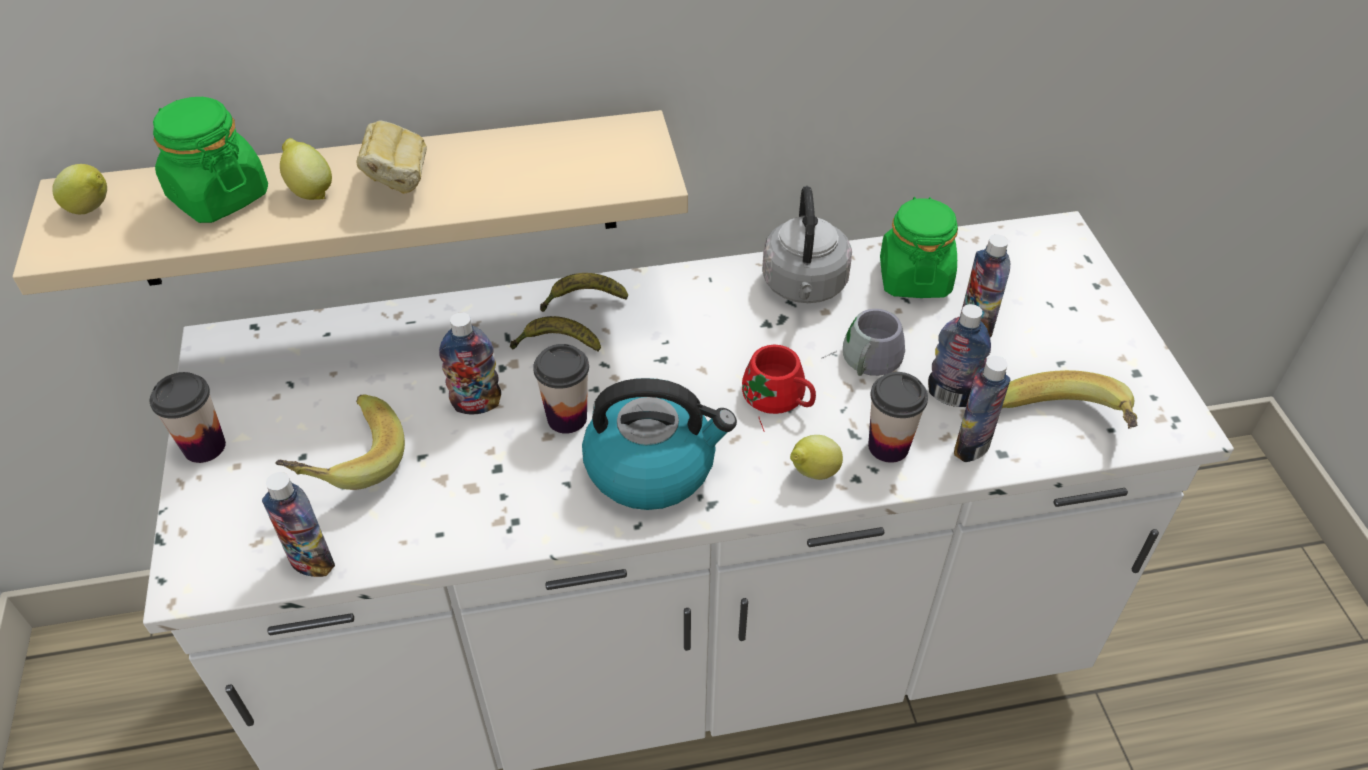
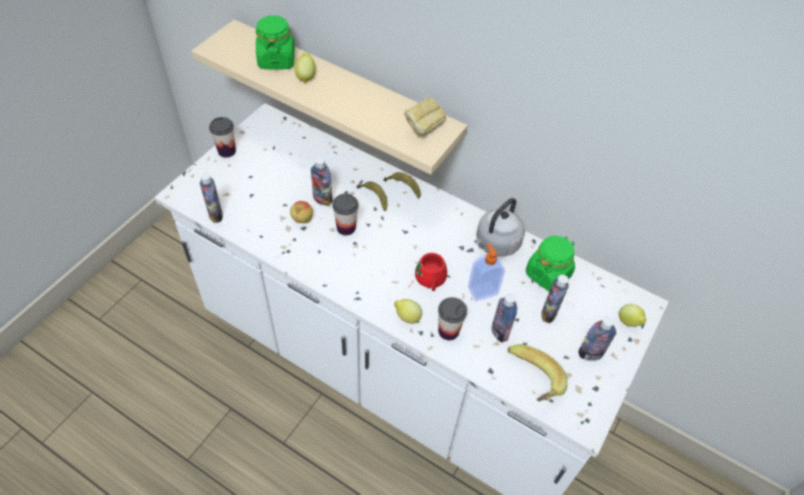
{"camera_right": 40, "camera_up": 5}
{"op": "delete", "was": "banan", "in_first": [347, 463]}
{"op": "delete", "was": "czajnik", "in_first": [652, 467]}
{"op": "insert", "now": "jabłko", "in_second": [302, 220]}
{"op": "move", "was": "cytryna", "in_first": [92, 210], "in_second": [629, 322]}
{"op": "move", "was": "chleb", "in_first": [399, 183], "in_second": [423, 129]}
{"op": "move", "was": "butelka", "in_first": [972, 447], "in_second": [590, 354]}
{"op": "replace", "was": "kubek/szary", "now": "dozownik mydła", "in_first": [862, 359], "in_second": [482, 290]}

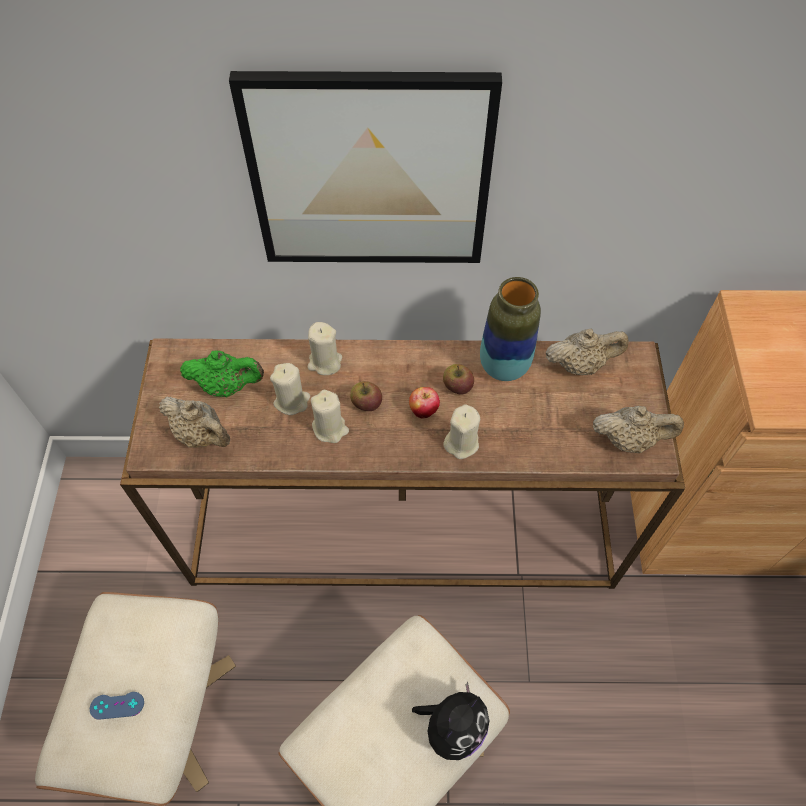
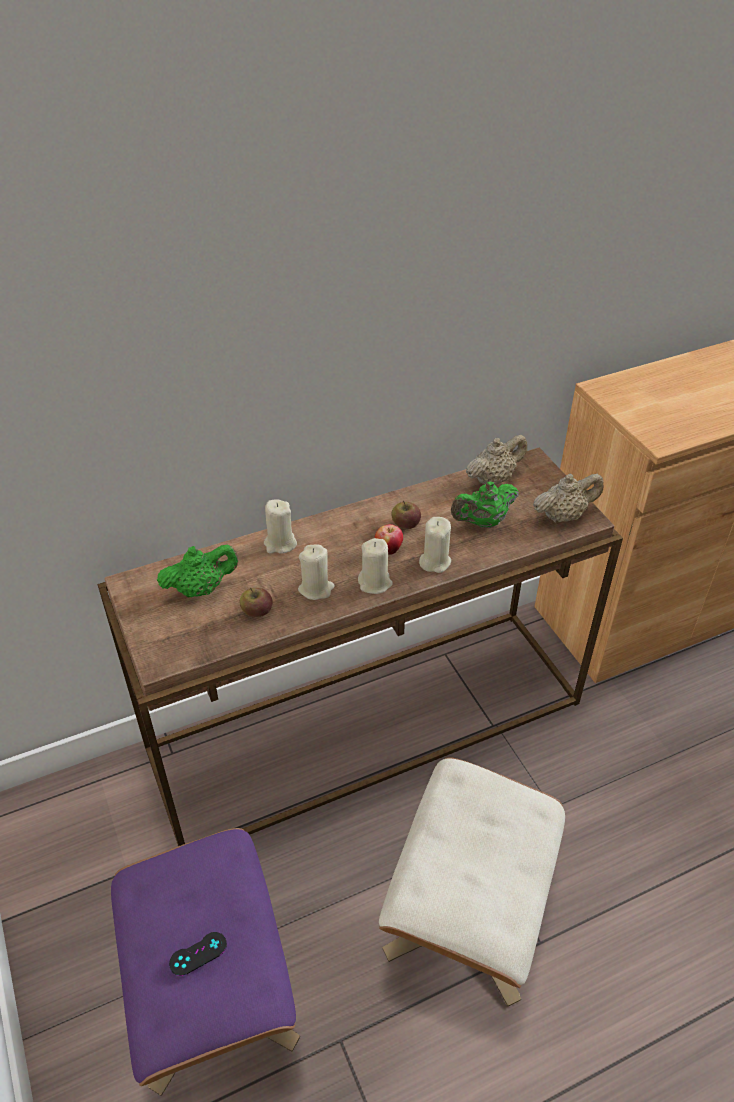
{"camera_right": -25, "camera_up": -15}
{"op": "delete", "was": "imbryk/beżowy", "in_first": [202, 435]}
{"op": "delete", "was": "obraz", "in_first": [370, 174]}
{"op": "delete", "was": "pluszak", "in_first": [453, 728]}
{"op": "delete", "was": "wazon", "in_first": [504, 366]}
{"op": "insert", "now": "imbryk/zielony", "in_second": [483, 522]}
{"op": "move", "was": "świeca/beżowy", "in_first": [292, 401], "in_second": [375, 583]}
{"op": "move", "was": "jabłko", "in_first": [366, 403], "in_second": [257, 612]}
{"op": "recolor", "was": "pufa/beżowy", "now": "pufa/fioletowy", "in_first": [161, 714], "in_second": [214, 996]}
{"op": "recolor", "was": "pad do gier/niebieski", "now": "pad do gier/czarny", "in_first": [117, 705], "in_second": [198, 954]}

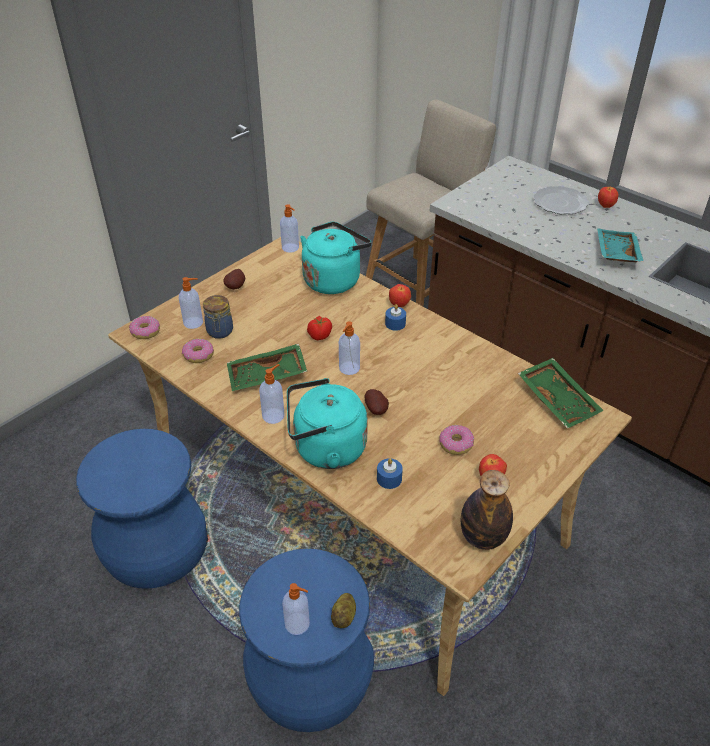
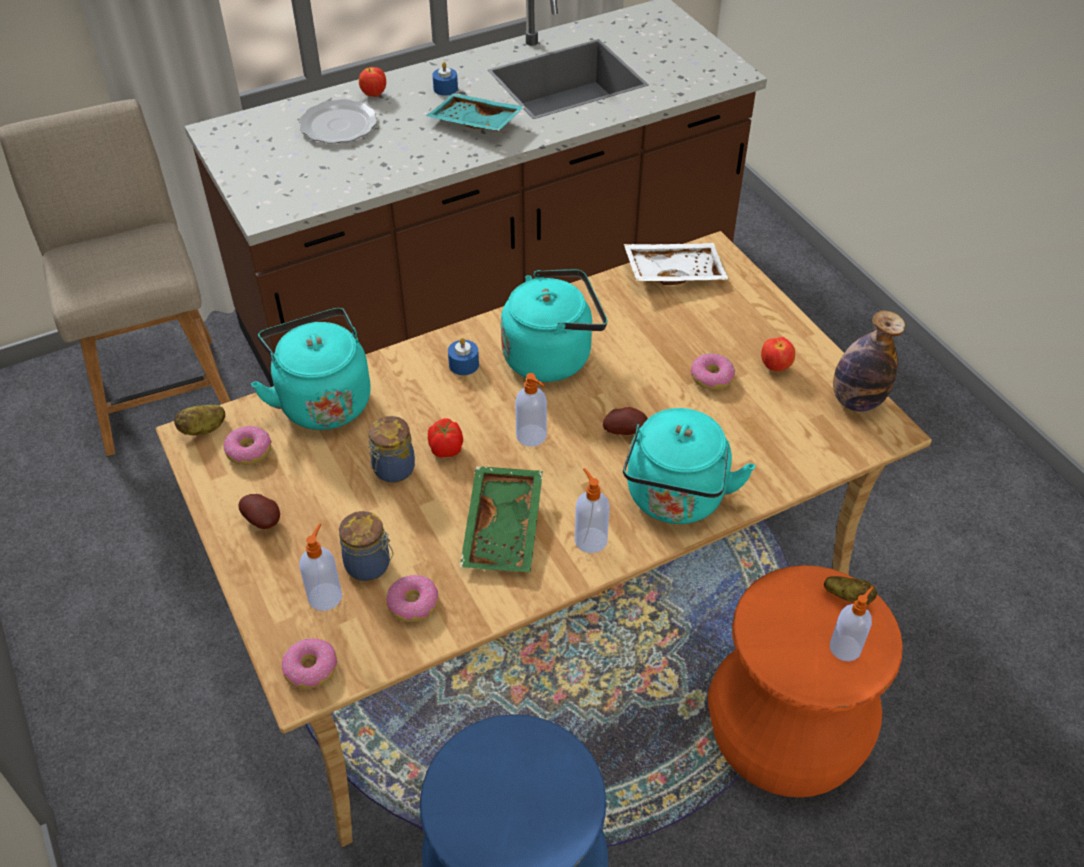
{"camera_right": -70, "camera_up": 5}
{"op": "delete", "was": "jabłko", "in_first": [399, 305]}
{"op": "insert", "now": "donut", "in_second": [249, 451]}
{"op": "insert", "now": "słoik", "in_second": [392, 470]}
{"op": "insert", "now": "czajnik/turkusowy", "in_second": [552, 356]}
{"op": "move", "was": "świeca/niebieski", "in_first": [389, 479], "in_second": [445, 88]}
{"op": "replace", "was": "dozownik mydła", "now": "ziemniak", "in_first": [290, 248], "in_second": [203, 429]}
{"op": "recolor", "was": "stołek/niebieski", "now": "stołek/pomarańczowy", "in_first": [308, 676], "in_second": [787, 731]}
{"op": "recolor", "was": "taca/zielony", "now": "taca/biały", "in_first": [559, 399], "in_second": [674, 271]}

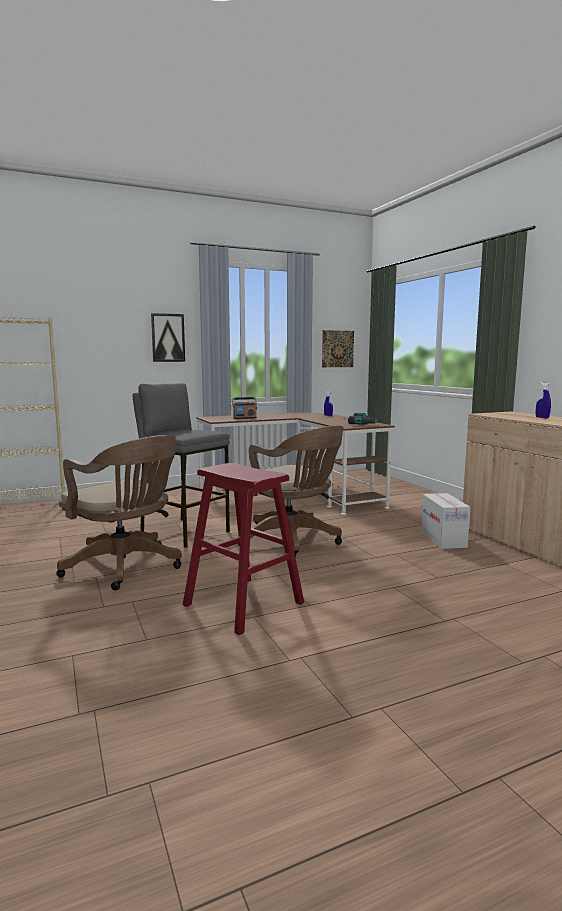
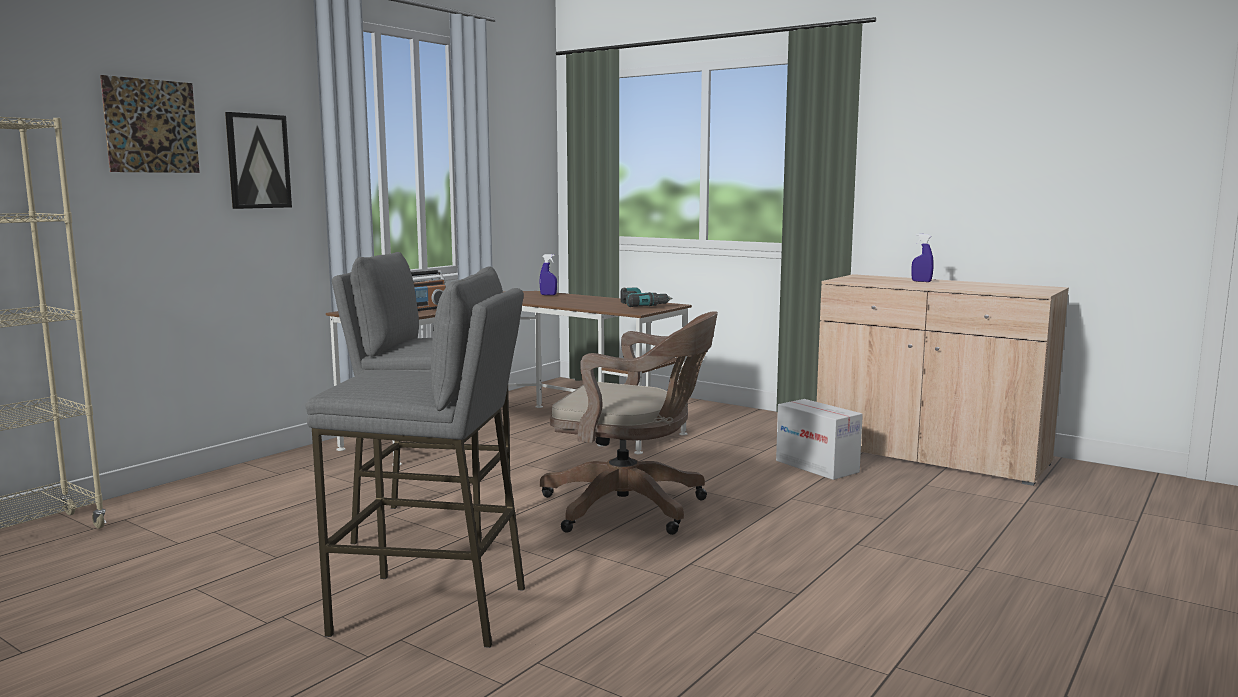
{"camera_right": -30, "camera_up": 0}
{"op": "delete", "was": "stołek/czerwony", "in_first": [243, 604]}
{"op": "move", "was": "obraz", "in_first": [337, 349], "in_second": [151, 126]}
{"op": "replace", "was": "krzesło biurowe/brązowy", "now": "stołek/szary", "in_first": [126, 567], "in_second": [431, 610]}

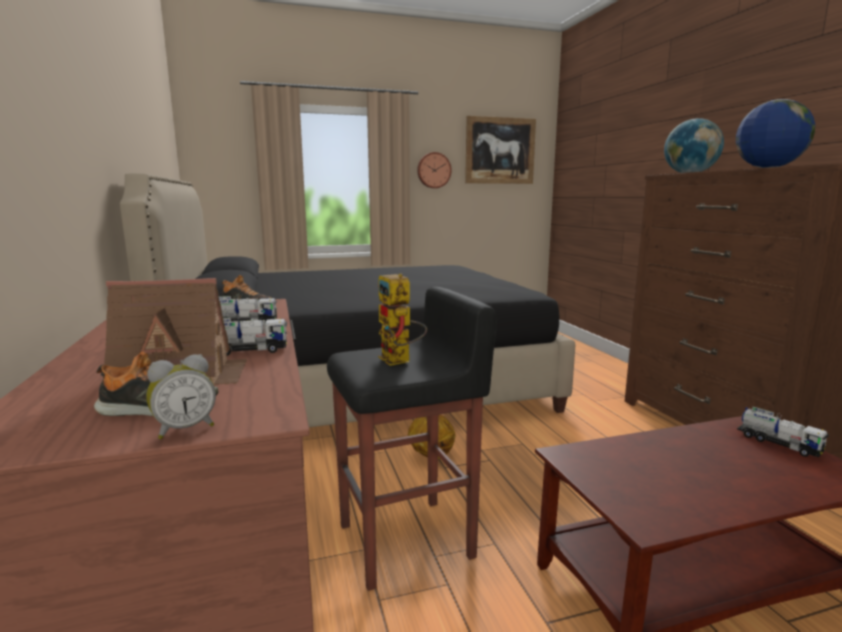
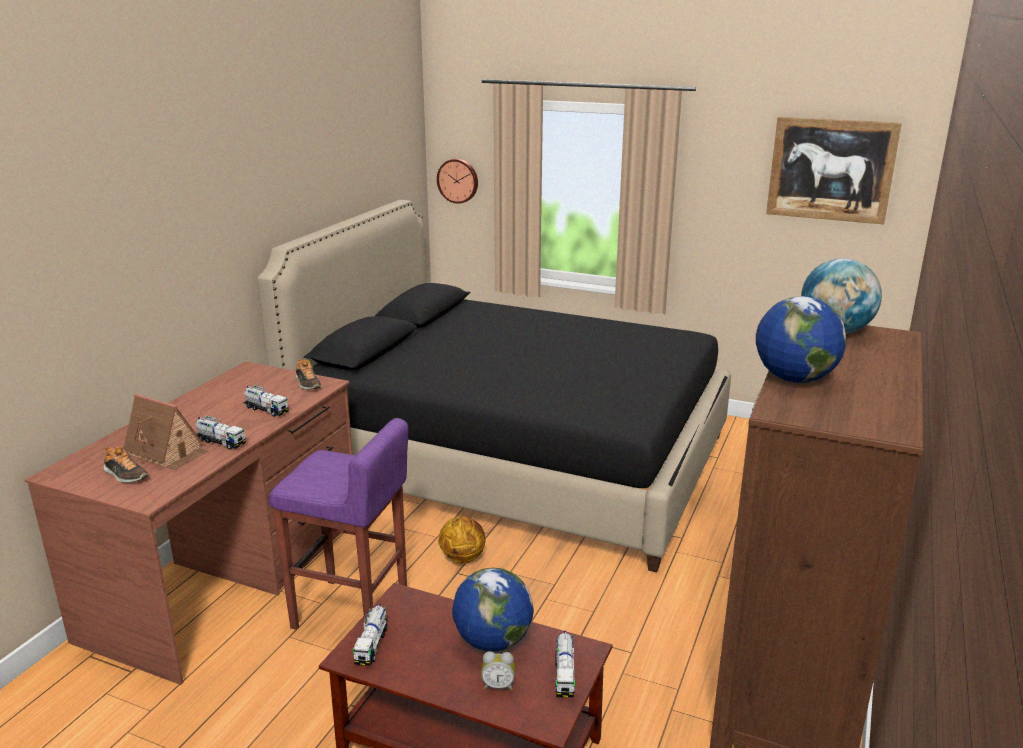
{"camera_right": 40, "camera_up": 10}
{"op": "delete", "was": "robot zabawkowy", "in_first": [400, 361]}
{"op": "insert", "now": "ciężarówka zabawkowa", "in_second": [372, 645]}
{"op": "insert", "now": "globus", "in_second": [493, 641]}
{"op": "move", "was": "budzik", "in_first": [185, 429], "in_second": [498, 685]}
{"op": "move", "was": "zegar ścienny", "in_first": [433, 170], "in_second": [458, 180]}
{"op": "recolor", "was": "stołek/czarny", "now": "stołek/fioletowy", "in_first": [408, 541], "in_second": [351, 613]}

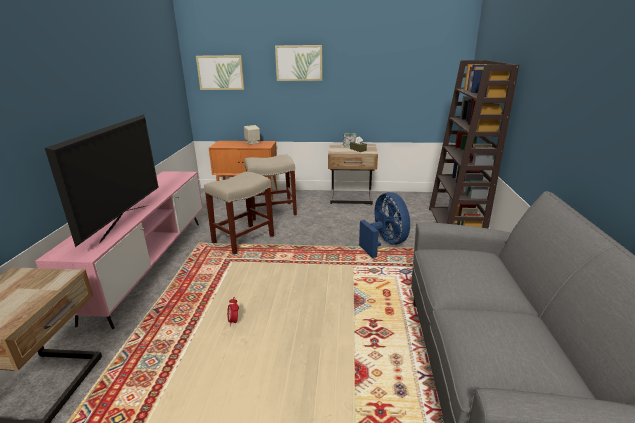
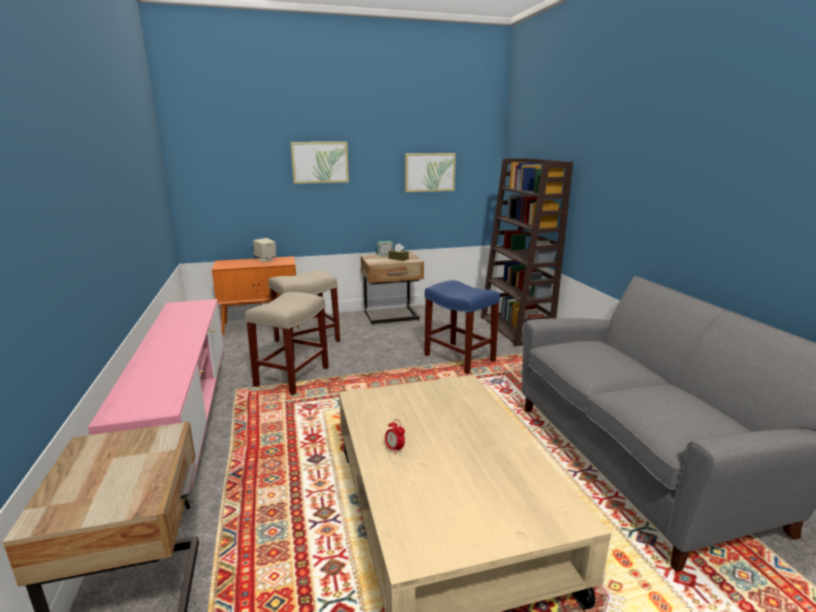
{"camera_right": -20, "camera_up": -5}
{"op": "delete", "was": "telewizor", "in_first": [125, 222]}
{"op": "move", "was": "obraz", "in_first": [220, 72], "in_second": [429, 172]}
{"op": "replace", "was": "wentylator/niebieski", "now": "stołek/niebieski", "in_first": [384, 243], "in_second": [458, 357]}

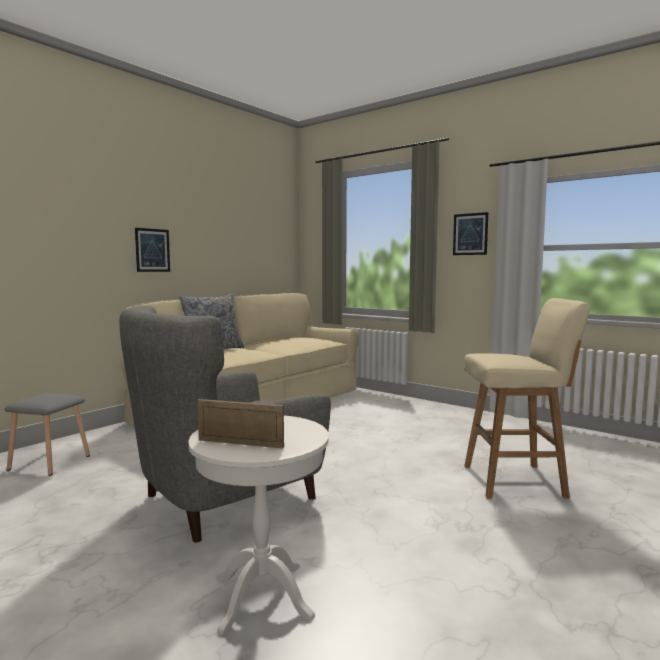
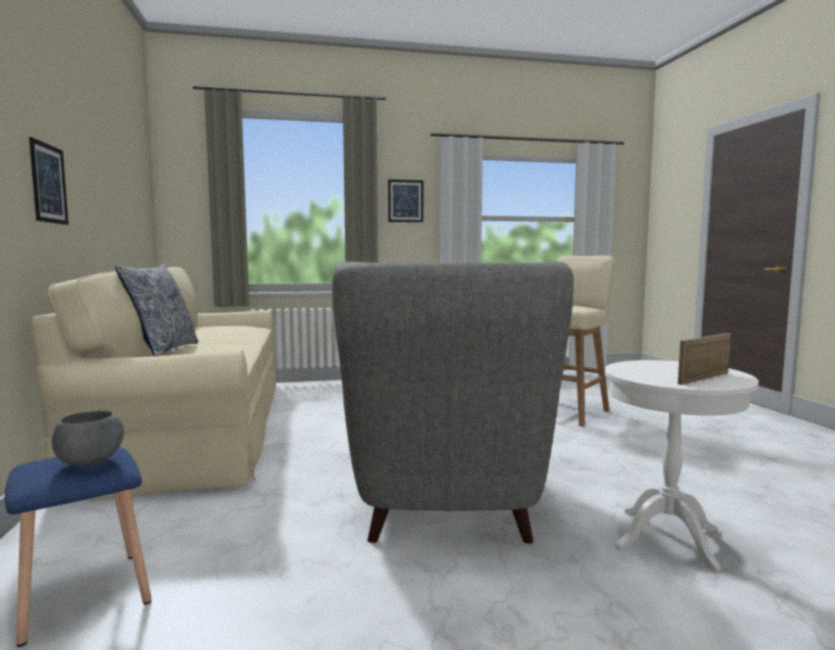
{"camera_right": -50, "camera_up": 0}
{"op": "insert", "now": "miska/szary", "in_second": [91, 462]}
{"op": "recolor", "was": "stołek/szary", "now": "stołek/niebieski", "in_first": [50, 462], "in_second": [82, 594]}

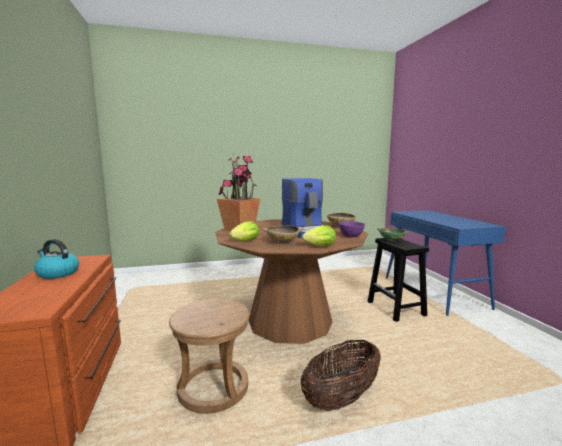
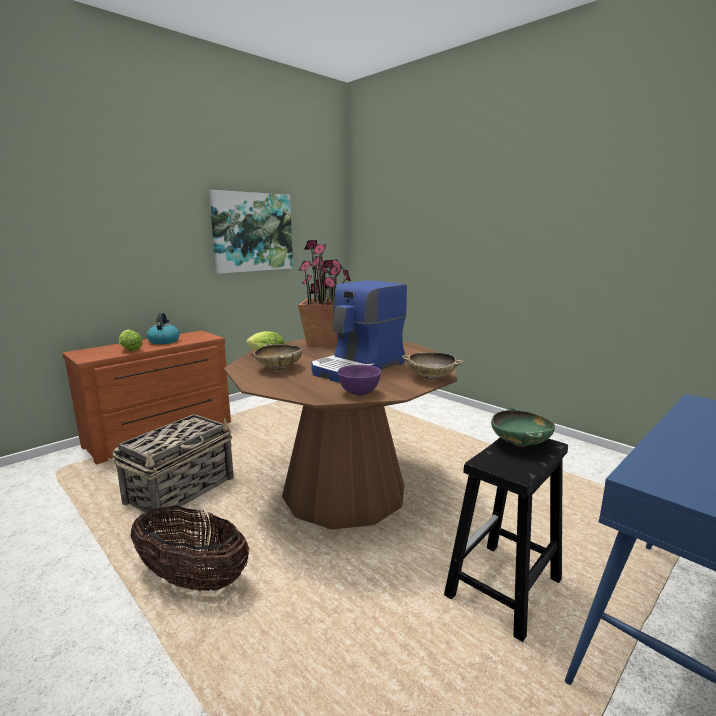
{"camera_right": 60, "camera_up": 5}
{"op": "insert", "now": "obraz", "in_second": [252, 232]}
{"op": "move", "was": "sałata", "in_first": [318, 246], "in_second": [130, 349]}
{"op": "replace", "was": "stołek/brązowy", "now": "koszyk", "in_first": [213, 388], "in_second": [182, 490]}

